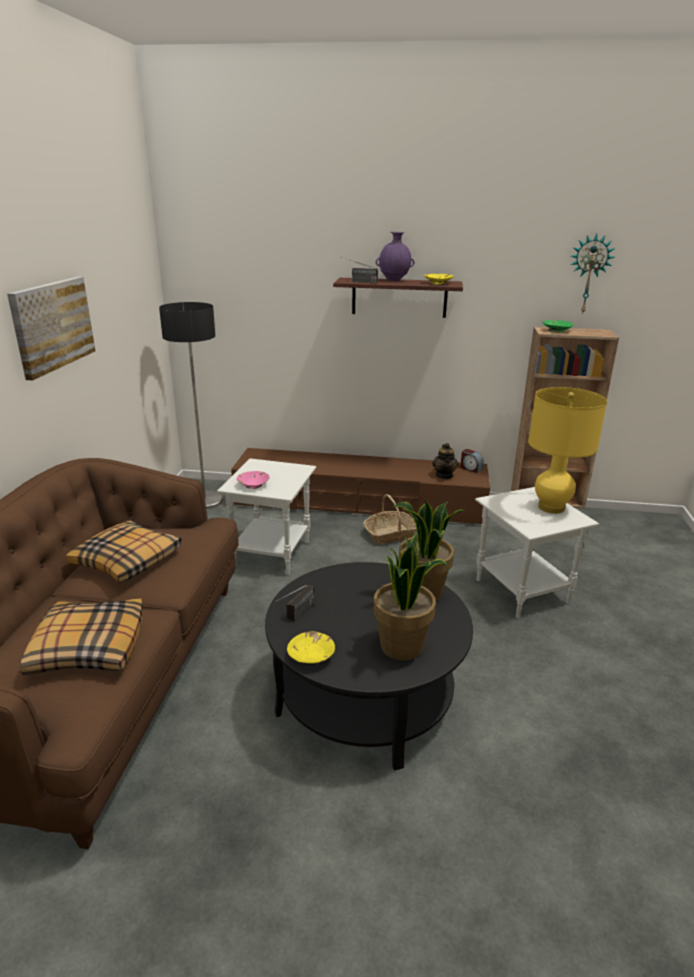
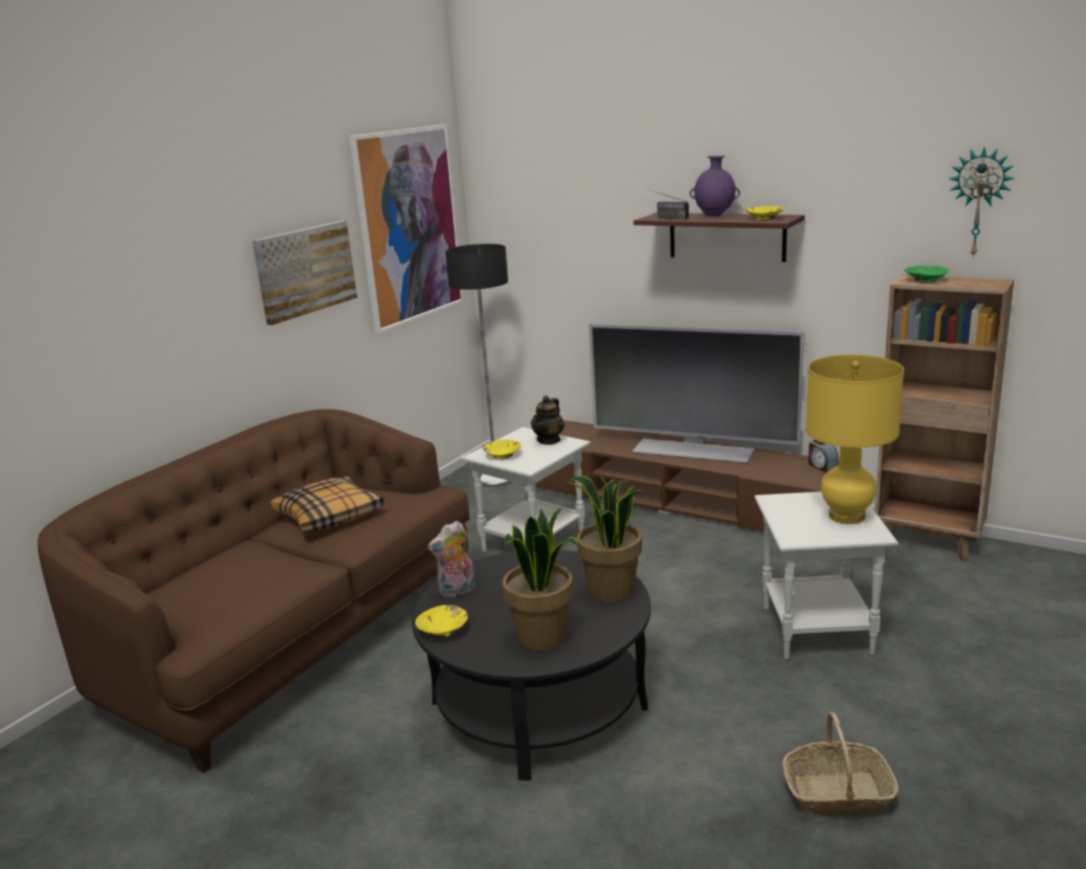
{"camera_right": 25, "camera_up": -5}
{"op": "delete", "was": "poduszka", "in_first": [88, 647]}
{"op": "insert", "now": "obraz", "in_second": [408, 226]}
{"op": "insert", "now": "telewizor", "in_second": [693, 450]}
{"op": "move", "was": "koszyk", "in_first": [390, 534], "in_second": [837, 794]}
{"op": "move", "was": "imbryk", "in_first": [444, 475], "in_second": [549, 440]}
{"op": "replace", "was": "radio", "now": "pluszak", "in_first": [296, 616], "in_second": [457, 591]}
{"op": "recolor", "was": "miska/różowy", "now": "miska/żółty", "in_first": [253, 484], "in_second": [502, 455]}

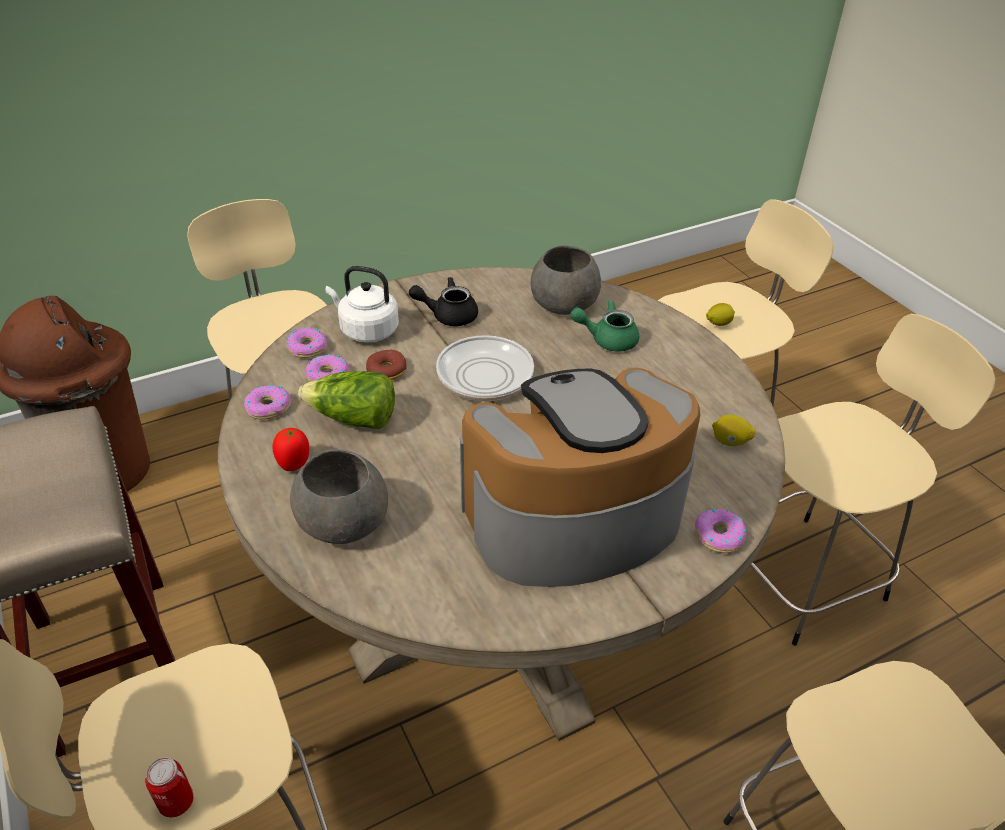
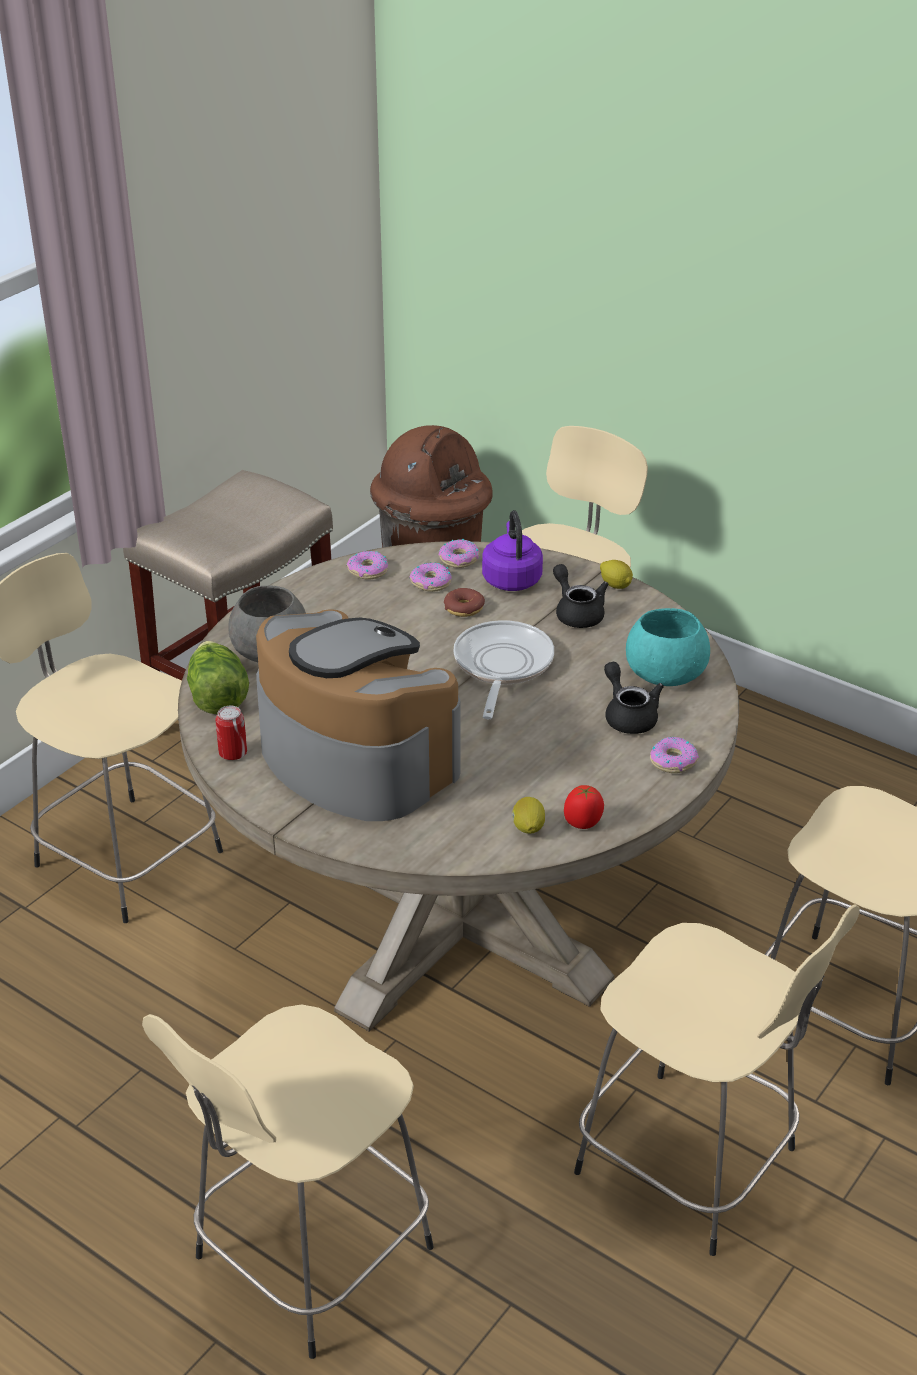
{"camera_right": 65, "camera_up": -5}
{"op": "move", "was": "puszka", "in_first": [176, 802], "in_second": [233, 753]}
{"op": "move", "was": "pomidor", "in_first": [294, 463], "in_second": [583, 823]}
{"op": "move", "was": "sałata", "in_first": [353, 419], "in_second": [216, 696]}
{"op": "move", "was": "donut", "in_first": [718, 536], "in_second": [673, 761]}
{"op": "move", "was": "cytryna", "in_first": [718, 323], "in_second": [615, 585]}
{"op": "recolor", "was": "czajnik/biały", "now": "czajnik/fioletowy", "in_first": [366, 330], "in_second": [511, 579]}
{"op": "recolor", "was": "miska/szary", "now": "miska/turkusowy", "in_first": [563, 304], "in_second": [664, 673]}
{"op": "recolor", "was": "imbryk/zielony", "now": "imbryk/czarny", "in_first": [607, 339], "in_second": [628, 716]}

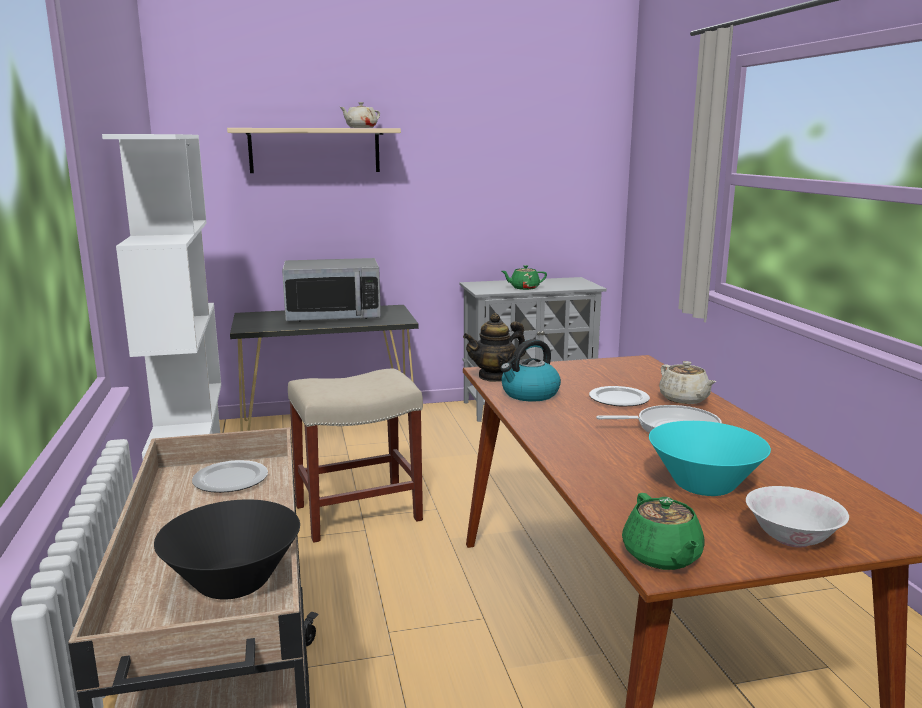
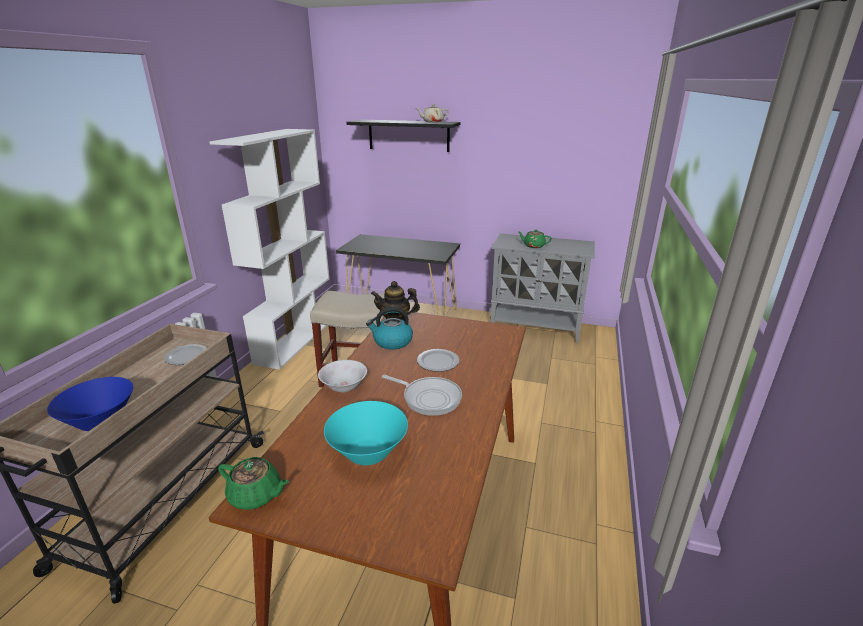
{"camera_right": 30, "camera_up": 10}
{"op": "delete", "was": "mikrofalówka", "in_first": [333, 316]}
{"op": "delete", "was": "imbryk/beżowy", "in_first": [684, 399]}
{"op": "move", "was": "miska/biały", "in_first": [792, 538], "in_second": [344, 387]}
{"op": "recolor", "was": "miska/czarny", "now": "miska/niebieski", "in_first": [233, 583], "in_second": [100, 421]}
{"op": "recolor", "was": "półka/beżowy", "now": "półka/czarny", "in_first": [314, 150], "in_second": [408, 135]}
{"op": "rotate", "was": "imbryk/zielony", "in_first": [662, 557], "in_second": [256, 495], "clockwise": -90}

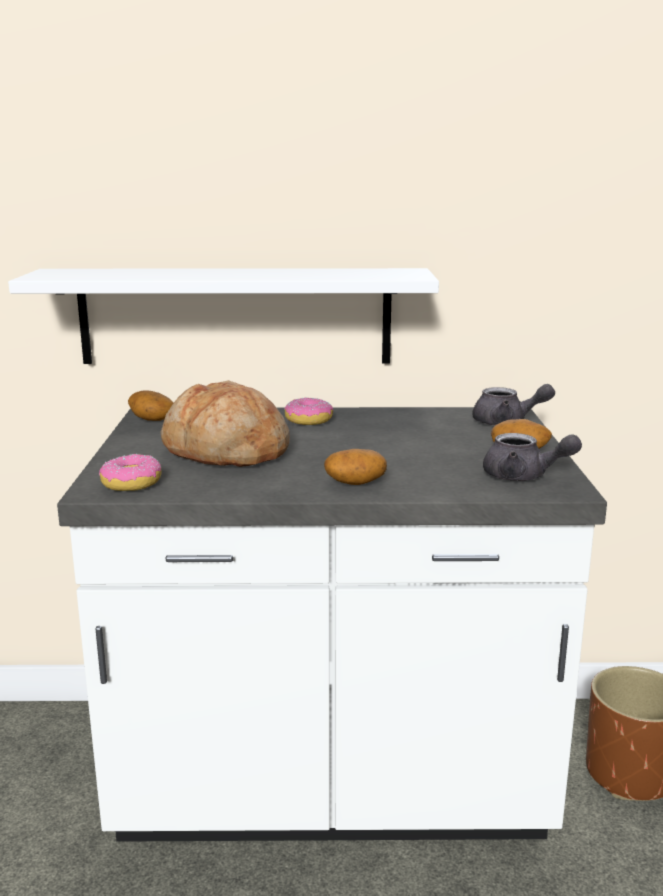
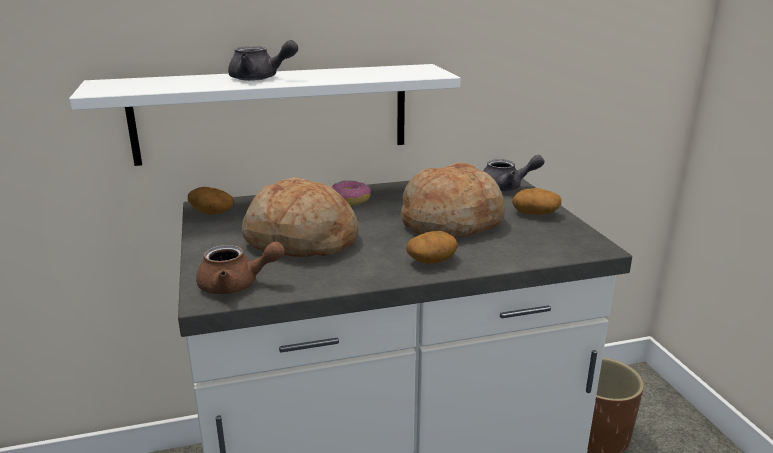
{"camera_right": -15, "camera_up": 5}
{"op": "insert", "now": "chleb", "in_second": [451, 222]}
{"op": "move", "was": "imbryk/szary", "in_first": [523, 476], "in_second": [260, 78]}
{"op": "replace", "was": "donut", "now": "imbryk/brązowy", "in_first": [131, 483], "in_second": [237, 285]}

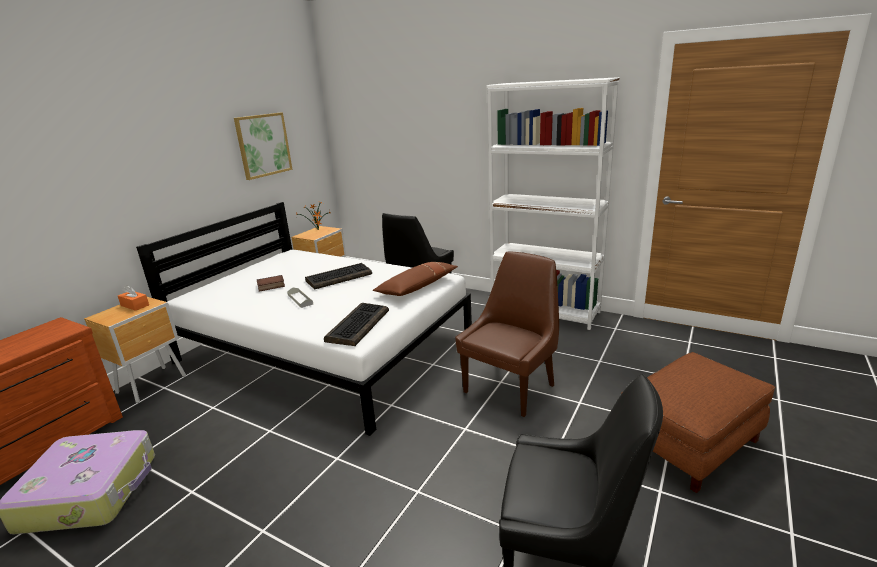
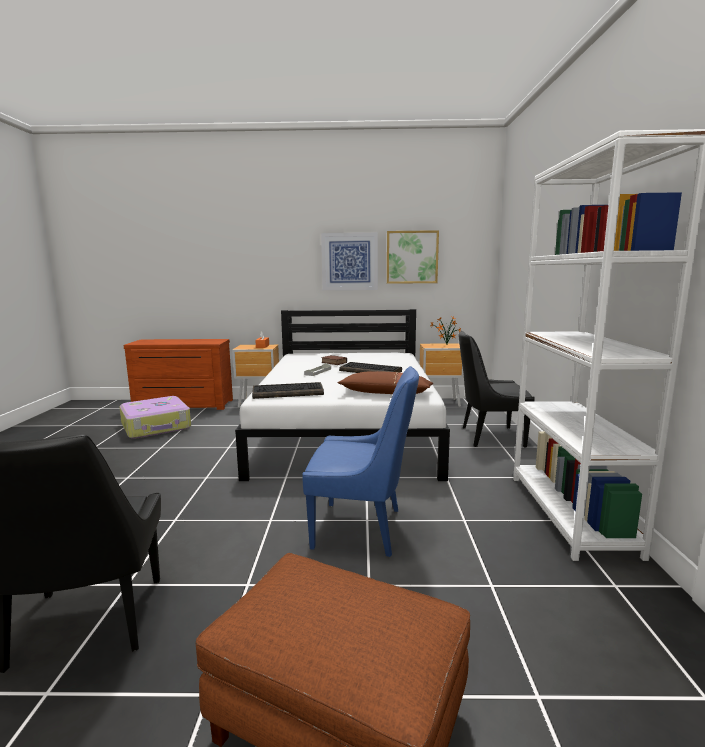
{"camera_right": 60, "camera_up": -10}
{"op": "insert", "now": "obraz", "in_second": [349, 261]}
{"op": "recolor", "was": "krzesło/brązowy", "now": "krzesło/niebieski", "in_first": [511, 387], "in_second": [361, 528]}

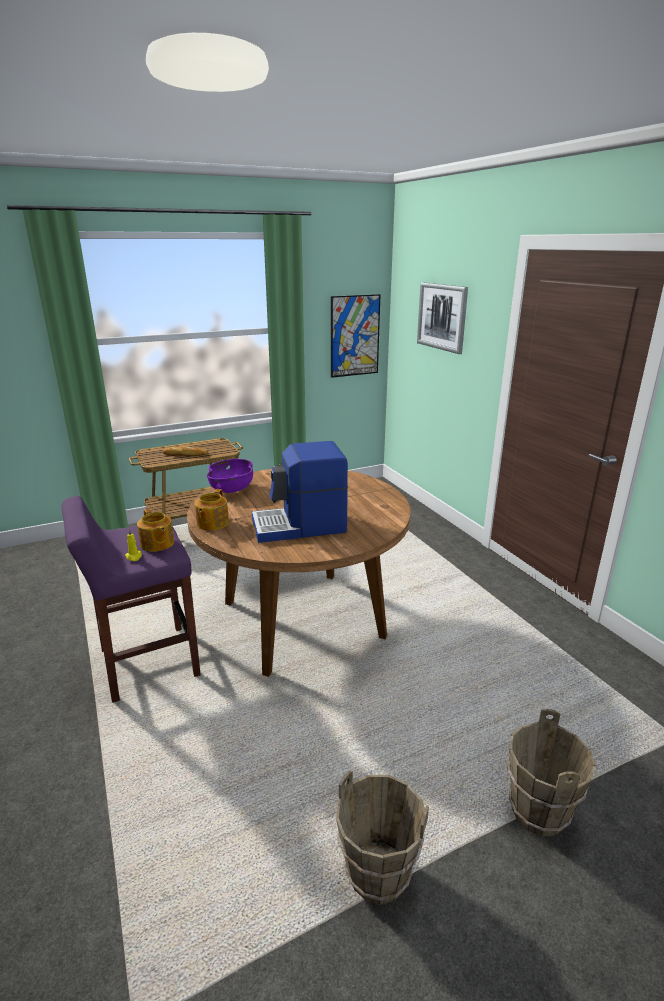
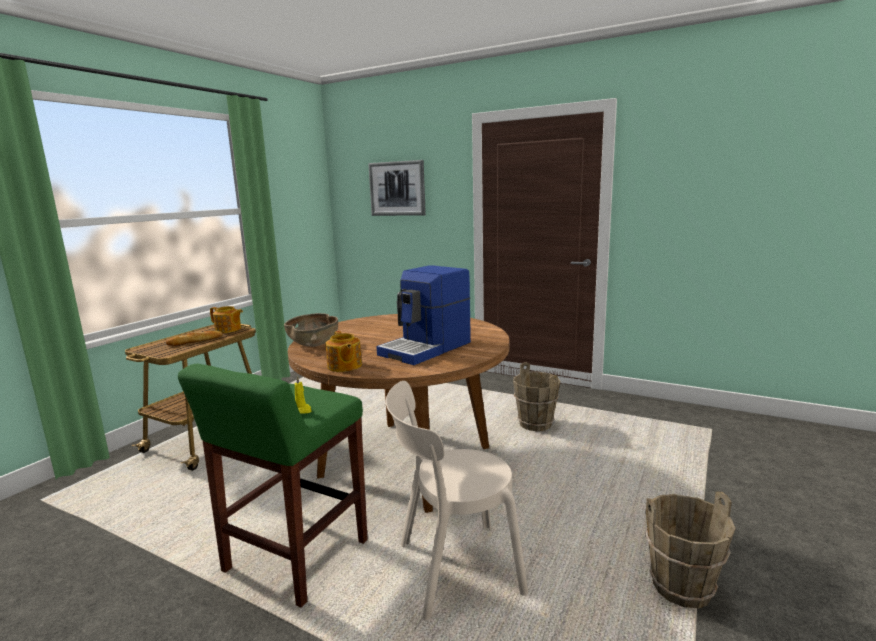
{"camera_right": -35, "camera_up": -10}
{"op": "delete", "was": "obraz", "in_first": [355, 336]}
{"op": "insert", "now": "krzesło/beżowy", "in_second": [453, 569]}
{"op": "move", "was": "imbryk", "in_first": [157, 544], "in_second": [228, 329]}
{"op": "move", "was": "wiadro/brązowy", "in_first": [537, 811], "in_second": [535, 425]}
{"op": "recolor", "was": "stołek/fioletowy", "now": "stołek/zielony", "in_first": [147, 662], "in_second": [294, 557]}
{"op": "recolor", "was": "miska/fioletowy", "now": "miska/brązowy", "in_first": [232, 489], "in_second": [314, 344]}

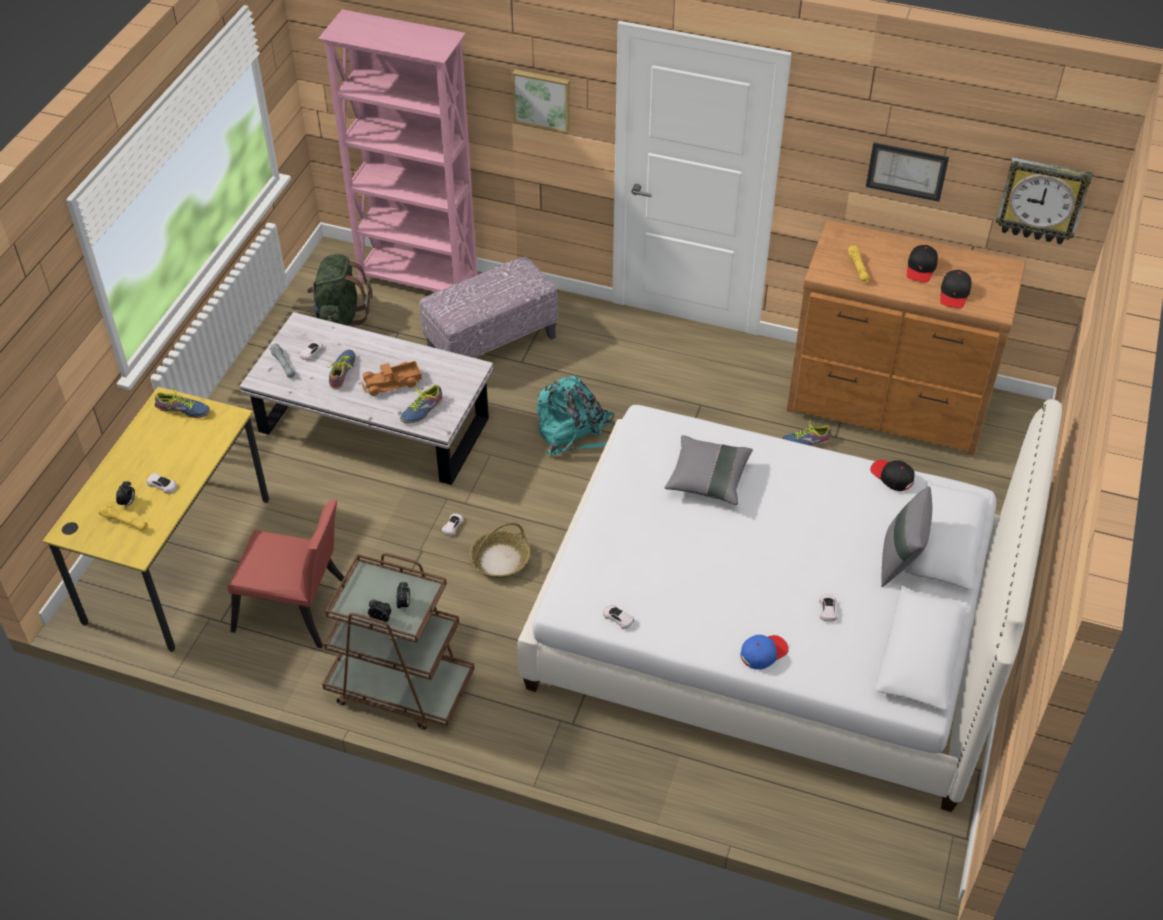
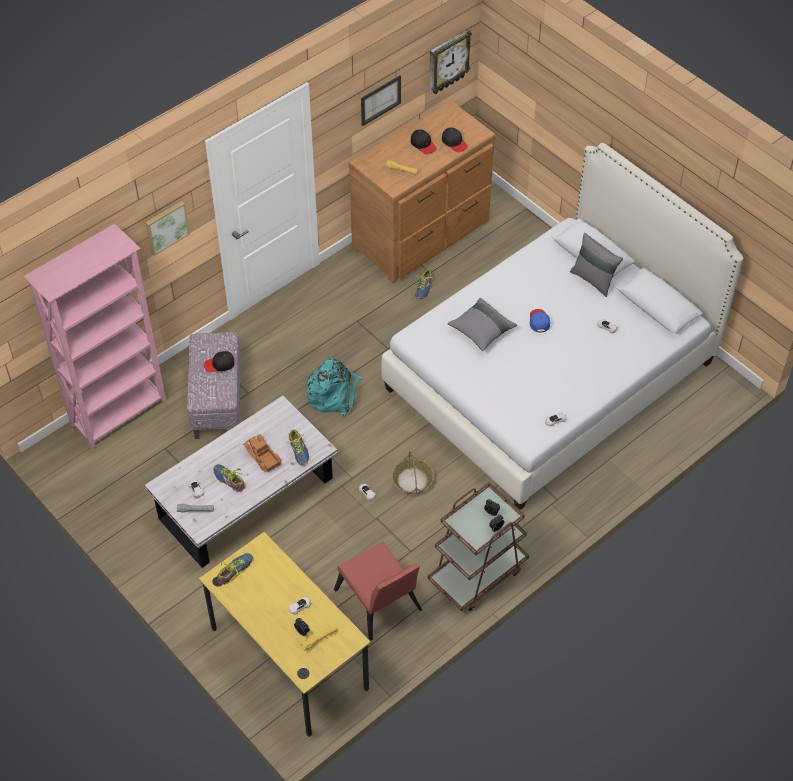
{"camera_right": -60, "camera_up": 5}
{"op": "delete", "was": "plecak/zielony", "in_first": [340, 316]}
{"op": "move", "was": "czapka z daszkiem/niebieski", "in_first": [763, 653], "in_second": [539, 322]}
{"op": "move", "was": "czapka z daszkiem/czarny", "in_first": [892, 477], "in_second": [219, 364]}
{"op": "rotate", "was": "krzesło/czerwony", "in_first": [297, 609], "in_second": [379, 605], "clockwise": 105}
{"op": "rotate", "was": "ciężarówka zabawkowa", "in_first": [392, 384], "in_second": [262, 456], "clockwise": 135}

